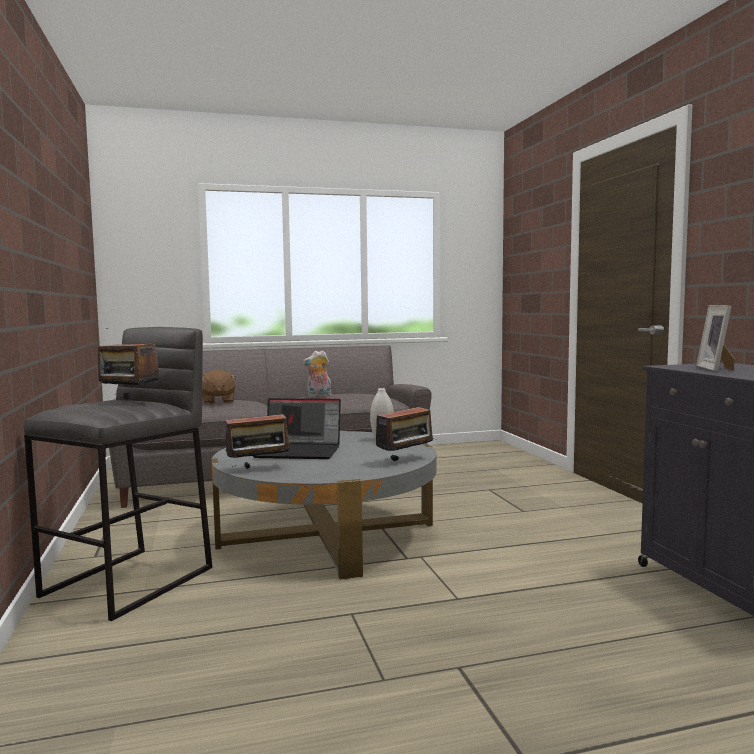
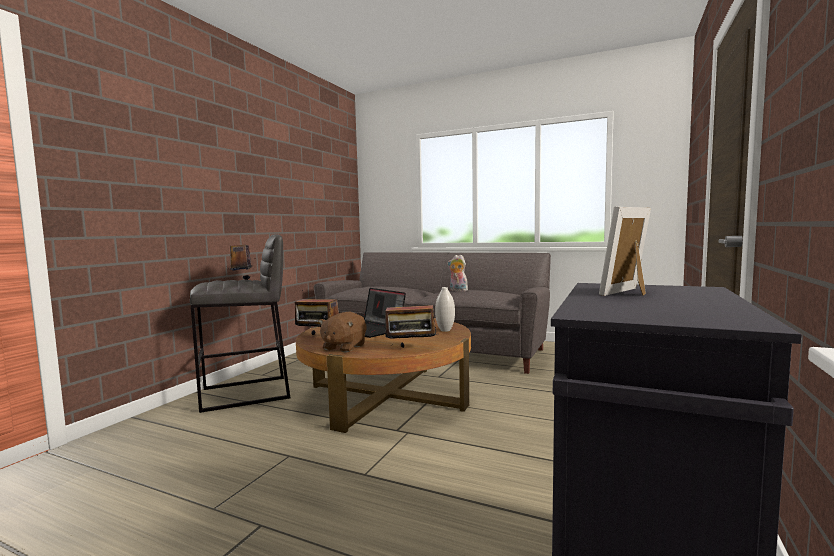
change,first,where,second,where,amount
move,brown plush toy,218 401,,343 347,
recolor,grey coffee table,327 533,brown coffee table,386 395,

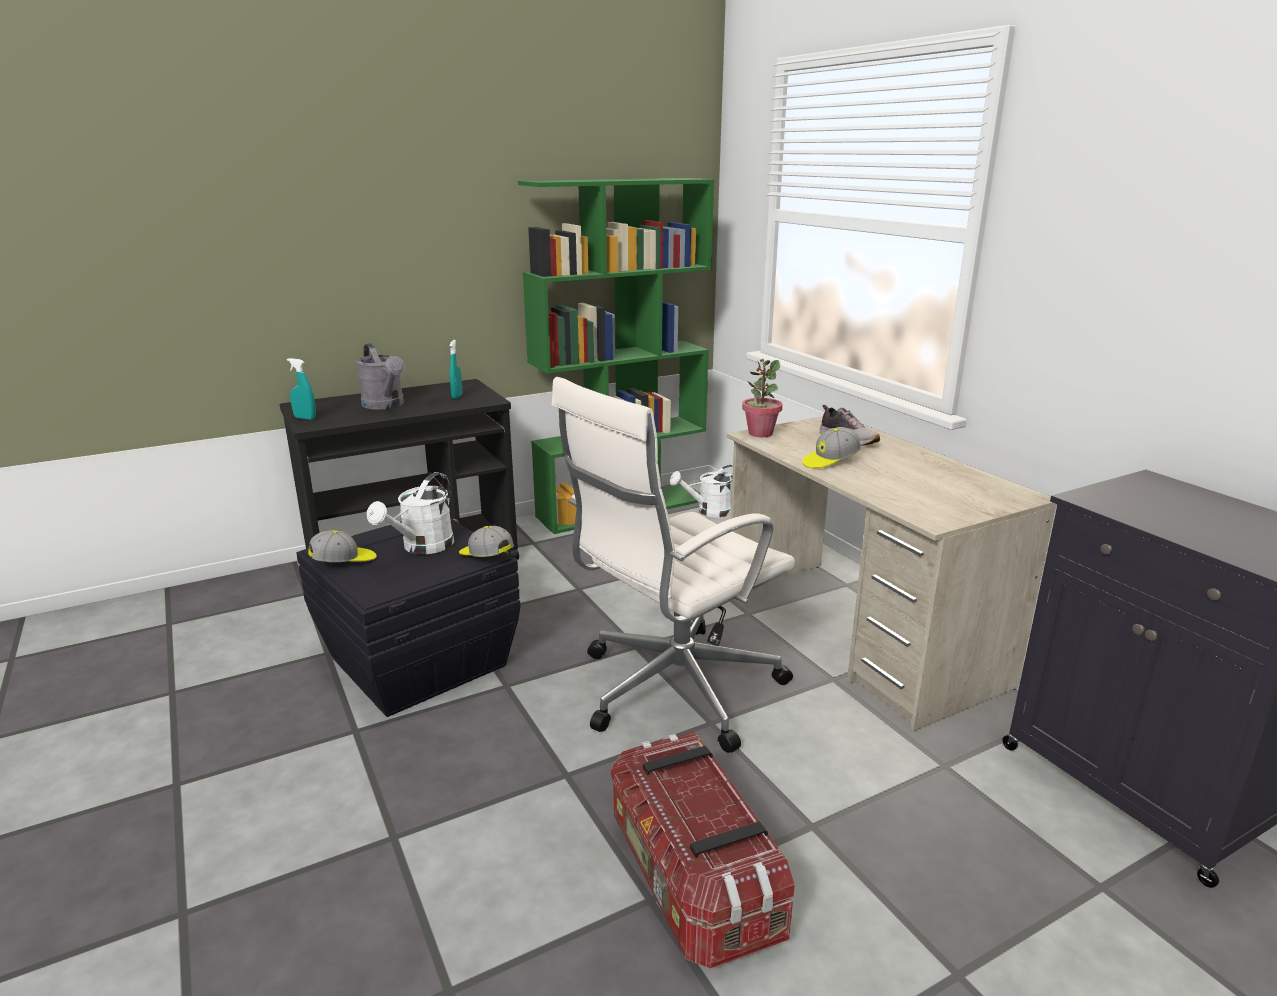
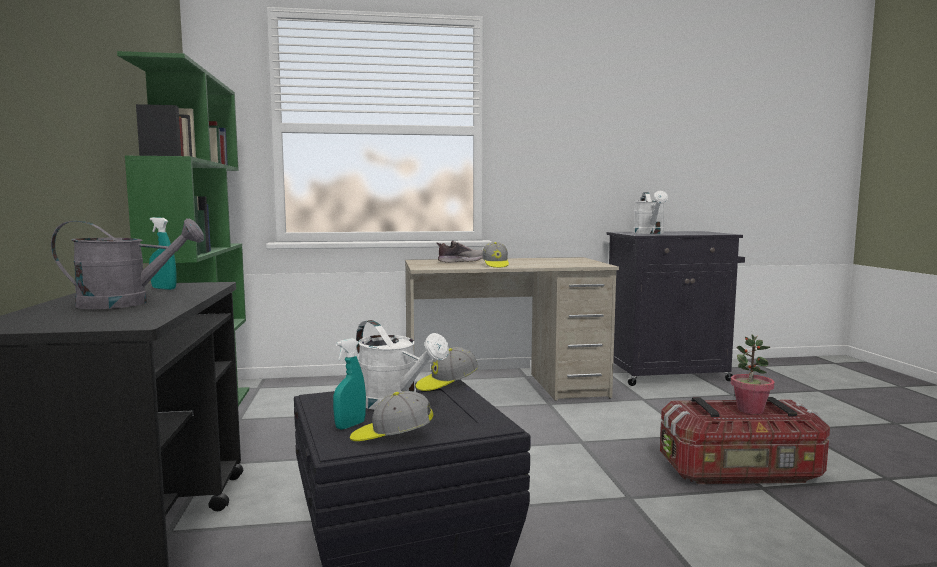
change,first,where,second,where,amount
move,turquoise spray bottle,305 418,,350 425,
rotate,cap,344 562,,391 437,75 degrees counterclockwise
delete,white office chair,673 689,,,
move,white watering can,709 511,,650 233,
move,potted plant,760 433,,750 410,

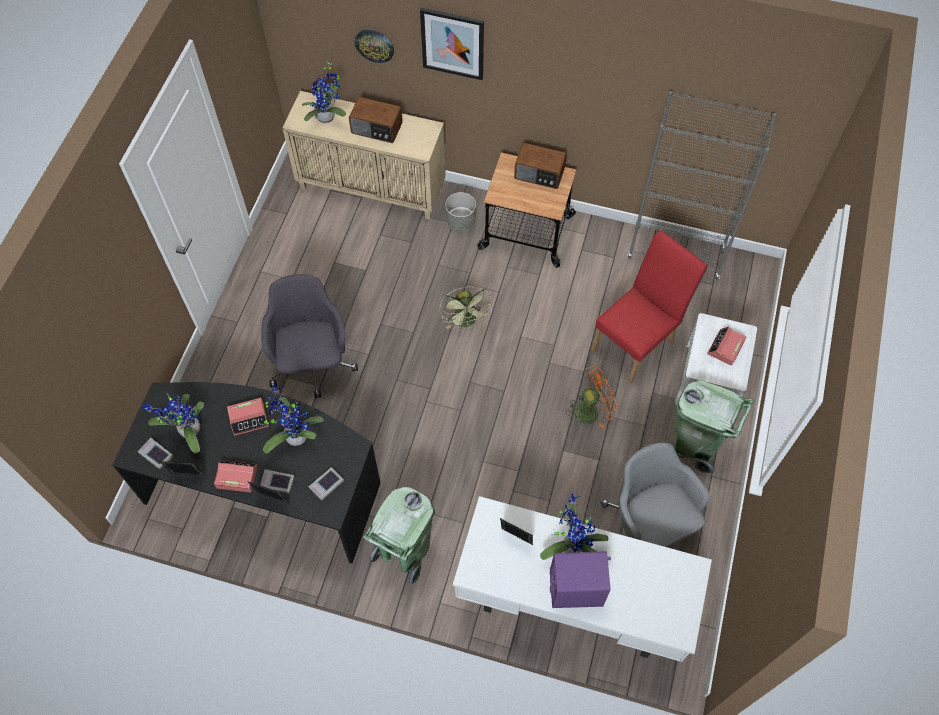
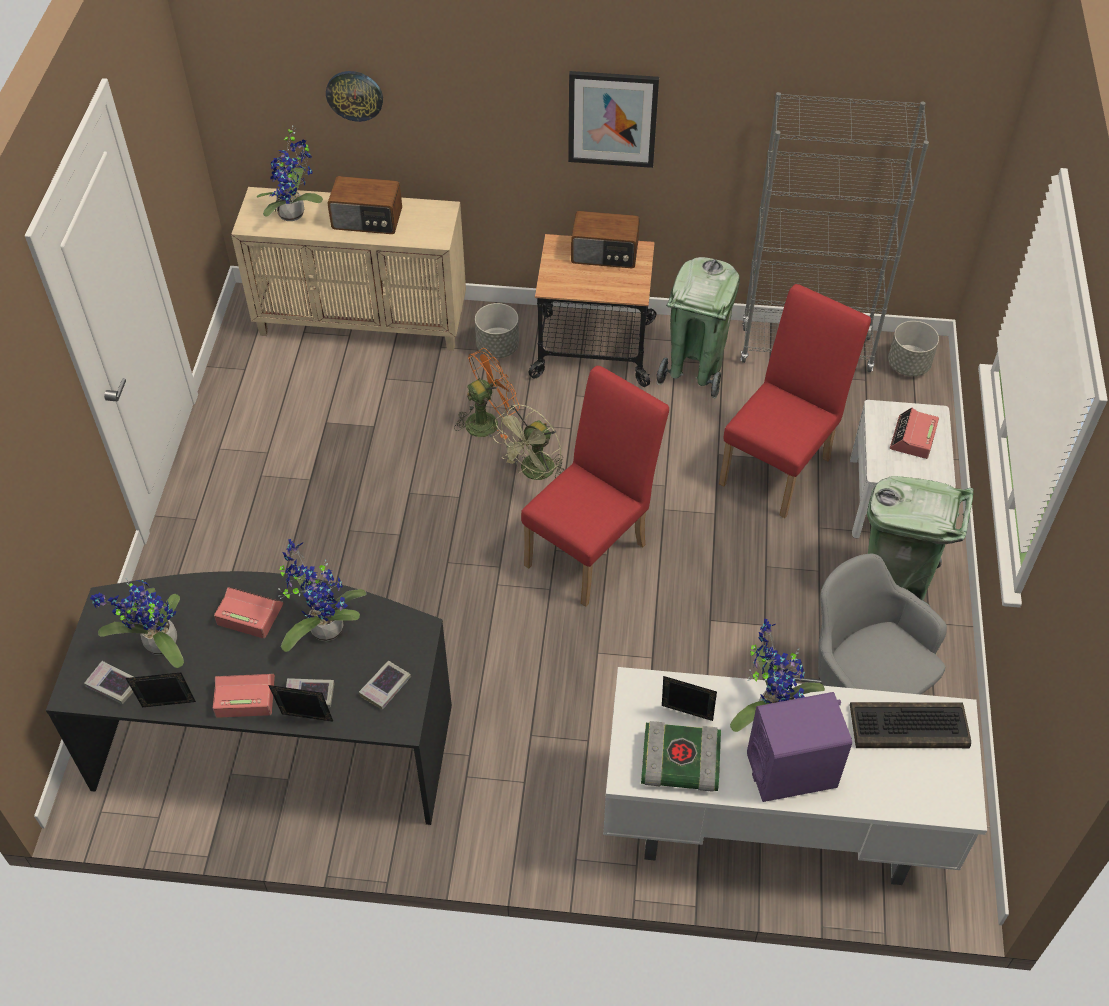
change,first,where,second,where,amount
rotate,alarm clock,249 418,,249 614,135 degrees counterclockwise
delete,grey office chair,313 364,,,
move,green trash can,404 551,,694 370,
move,picture,453 43,,612 118,
rotate,green fan,466 322,,533 473,60 degrees clockwise
move,orange fan,591 410,,488 421,
insert,,,red chair,592 549,
insert,,,book,679 764,
insert,,,keyboard,907 727,
insert,,,grey planter,908 365,

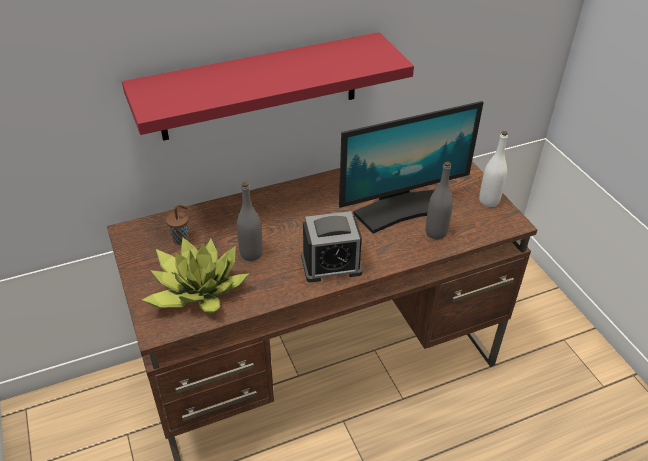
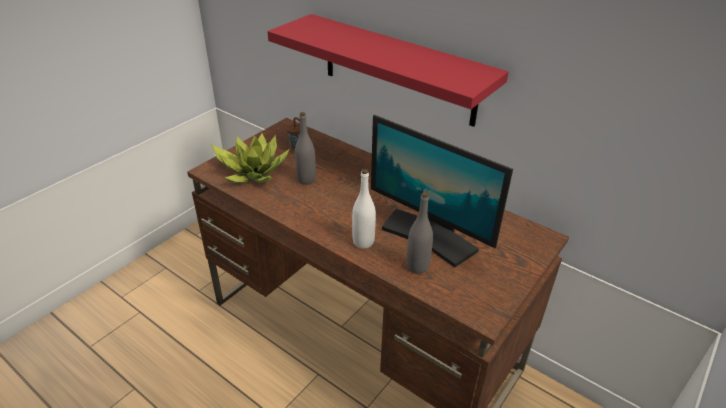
change,first,where,second,where,amount
delete,alarm clock,331 264,,,
move,white bottle,489 201,,363 242,

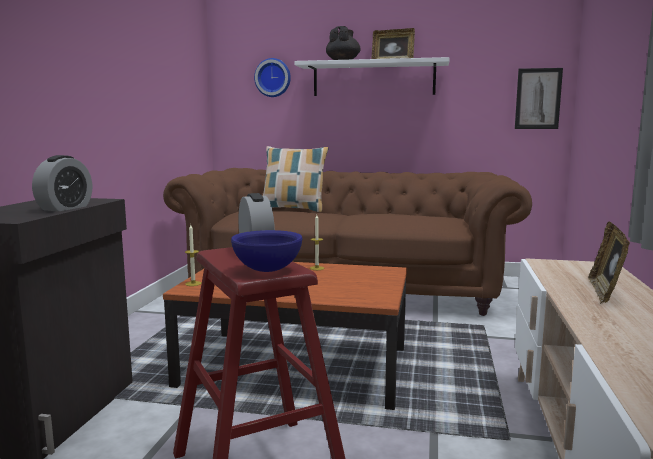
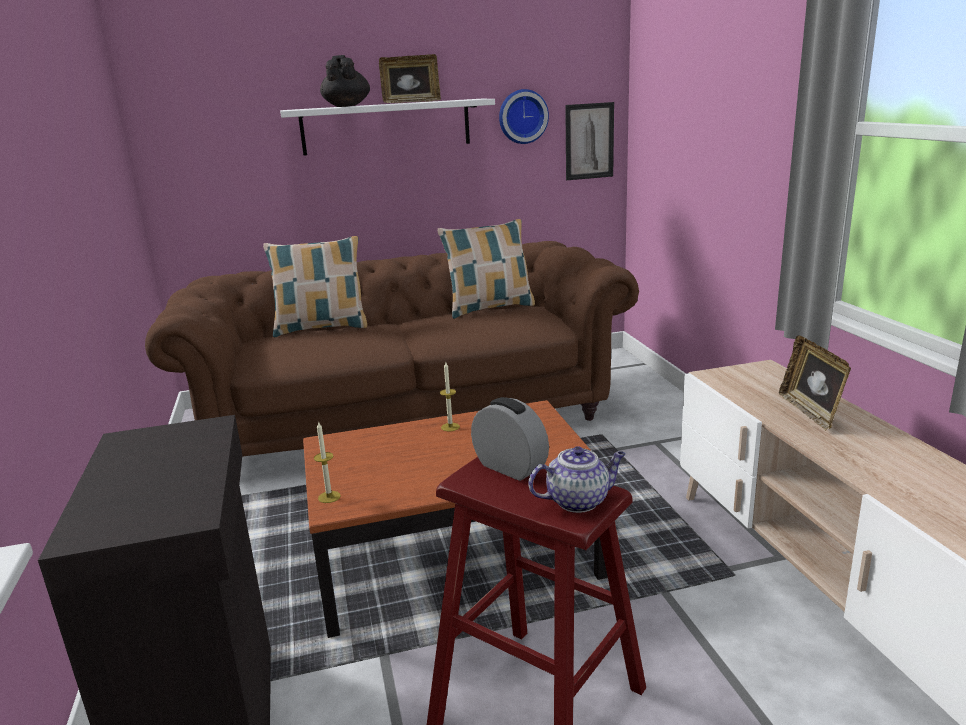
change,first,where,second,where,amount
delete,alarm clock,65 208,,,
replace,blue bowl,268 269,teapot,578 501,
move,wall clock,273 78,,522 116,
insert,,,pillow,489 308,

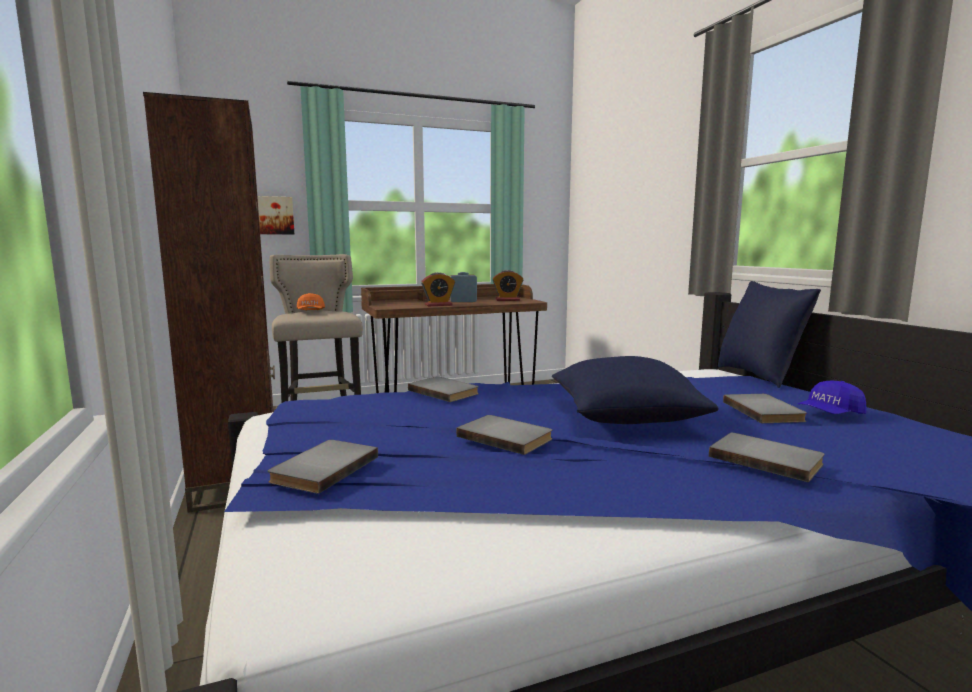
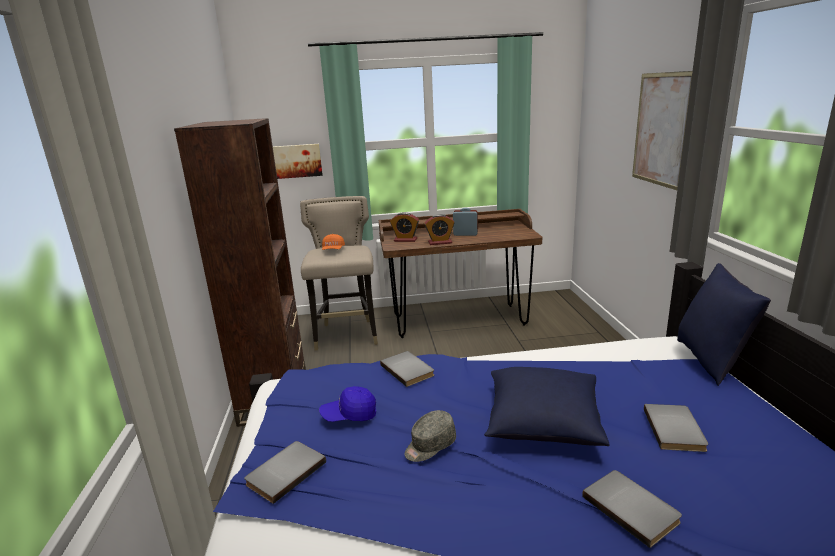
change,first,where,second,where,amount
replace,grey book,506 437,grey cap,429 446,
move,alarm clock,507 300,,405 240,
move,blue cap,830 414,,349 415,
insert,,,picture,662 129,

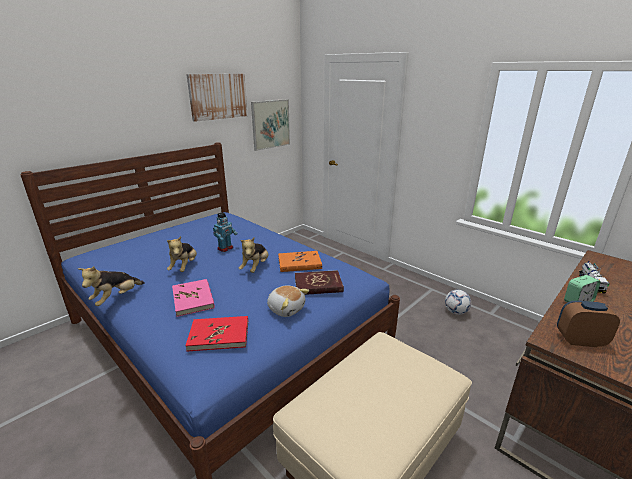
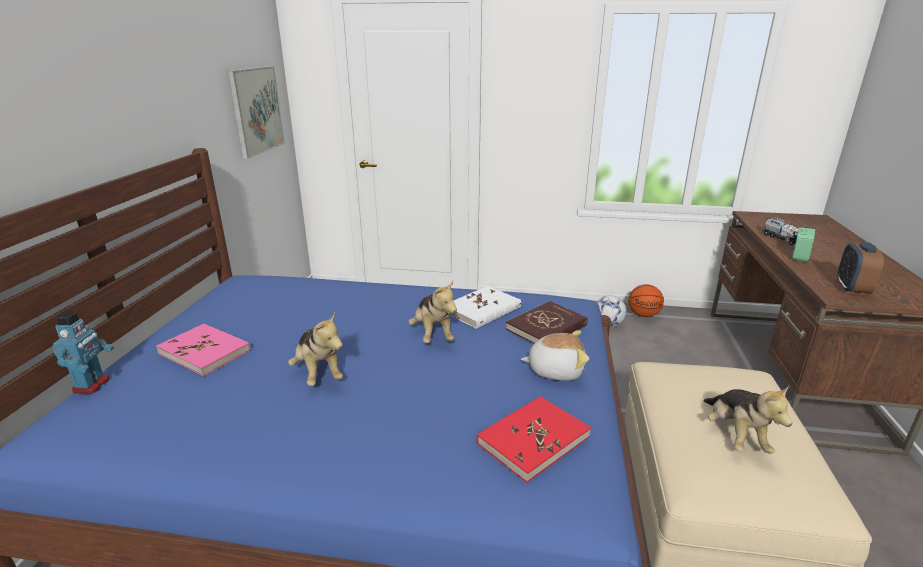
change,first,where,second,where,amount
move,plush toy,116 298,,735 436,
move,pink book,193 299,,205 352,
delete,picture,218 96,,,
move,toy robot,225 248,,92 385,
recolor,orange book,299 263,white book,482 310,
rotate,alarm clock,579 340,,852 289,45 degrees counterclockwise
insert,,,basketball,643 315,

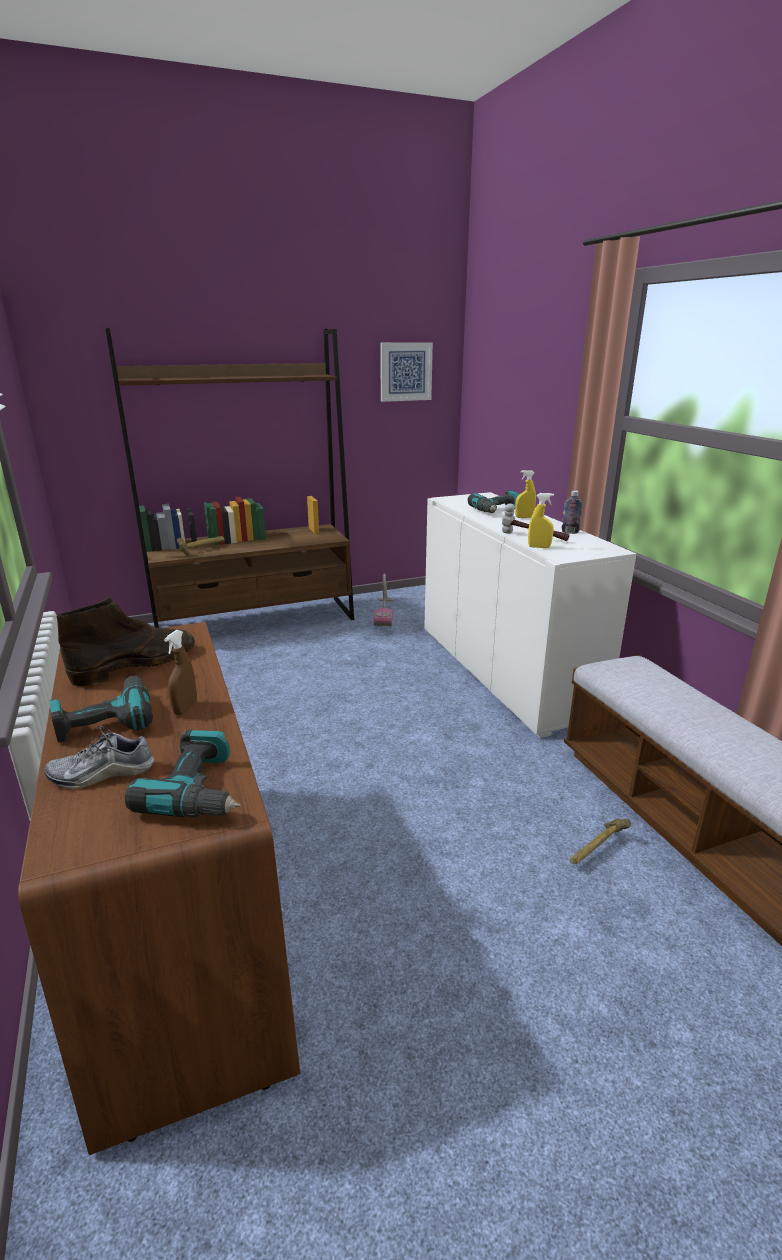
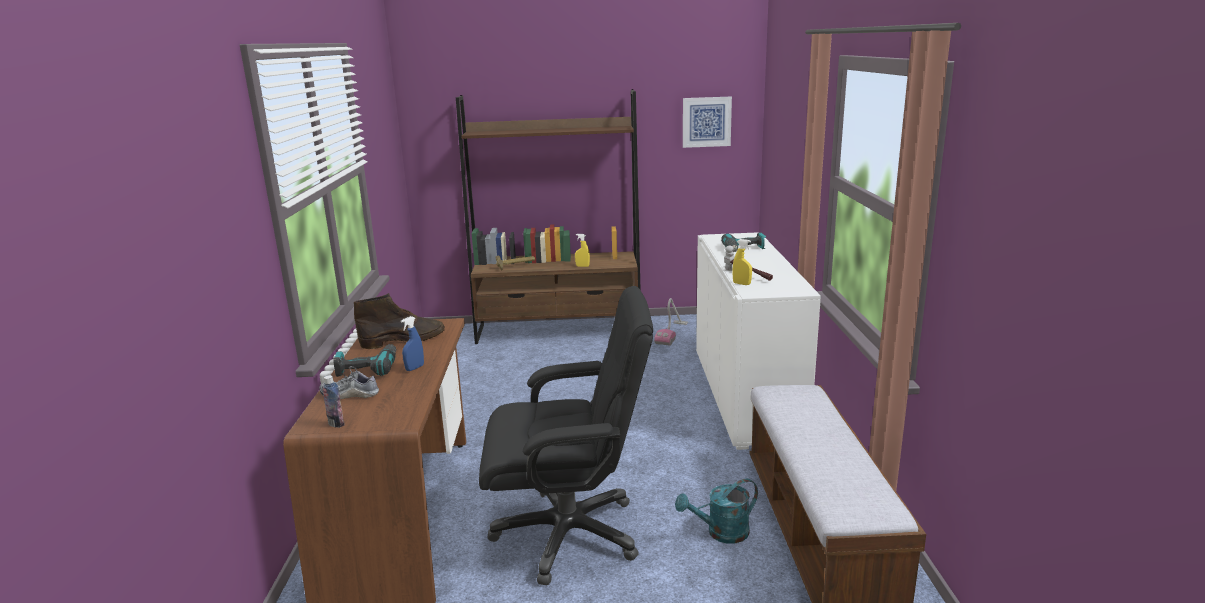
change,first,where,second,where,amount
delete,power drill,199 790,,,
recolor,brown spray bottle,185 708,blue spray bottle,414 368,
move,yellow spray bottle,524 517,,582 266,
move,bottle,570 532,,336 424,
replace,hammer,595 850,turquoise watering can,721 533,
insert,,,black office chair,570 533,

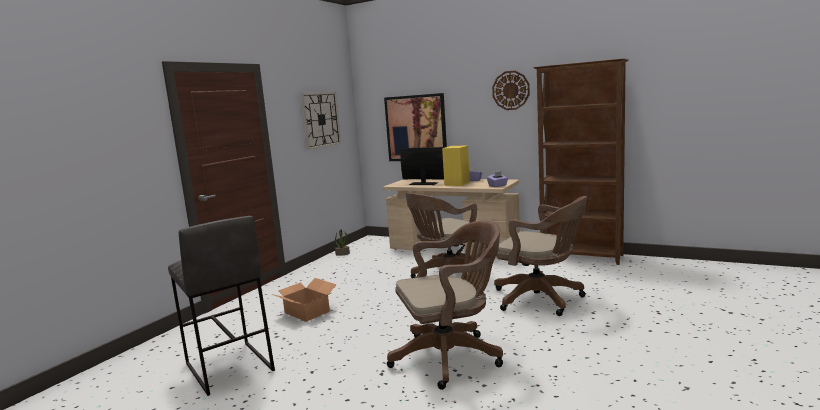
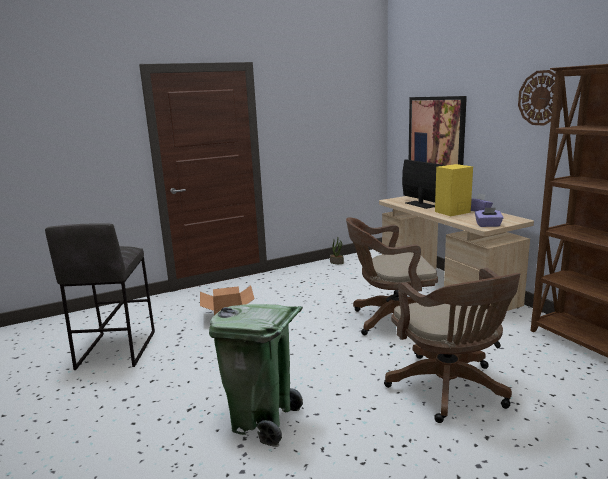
change,first,where,second,where,amount
delete,wall clock,320 119,,,
replace,brown office chair,451 357,green trash can,262 421,

